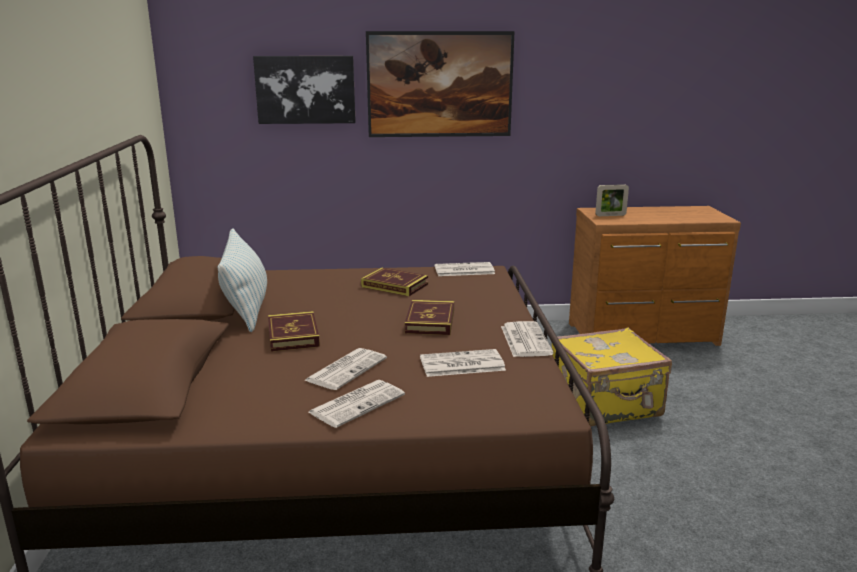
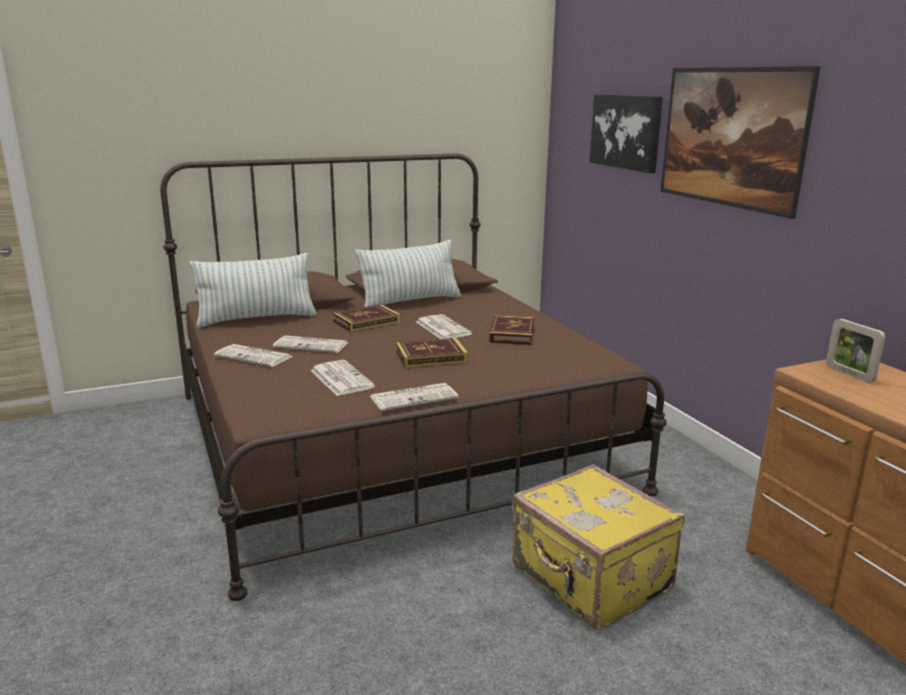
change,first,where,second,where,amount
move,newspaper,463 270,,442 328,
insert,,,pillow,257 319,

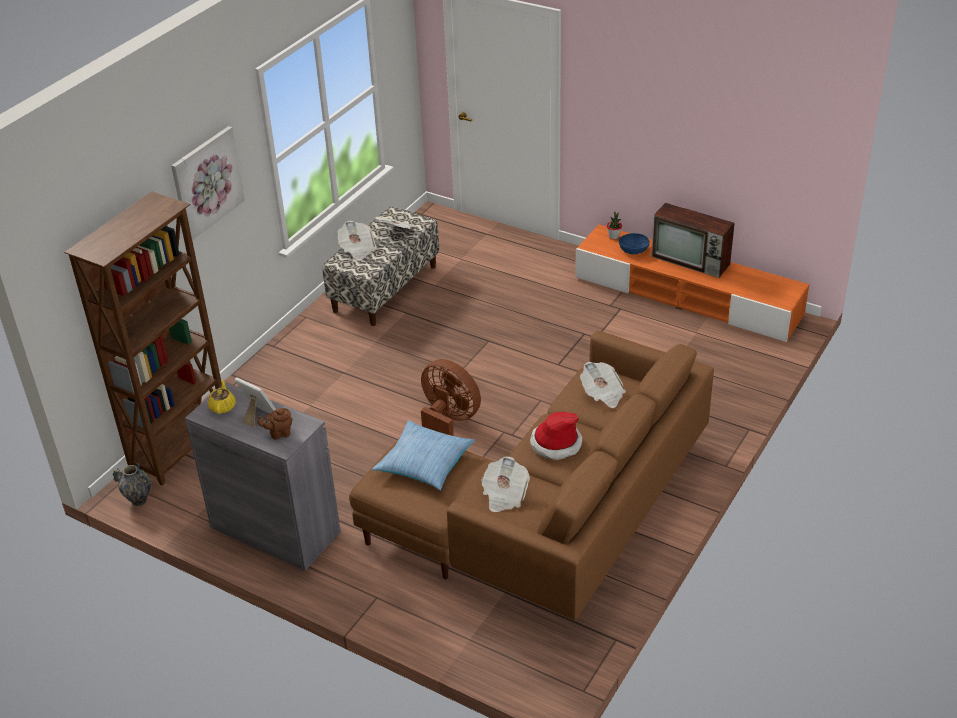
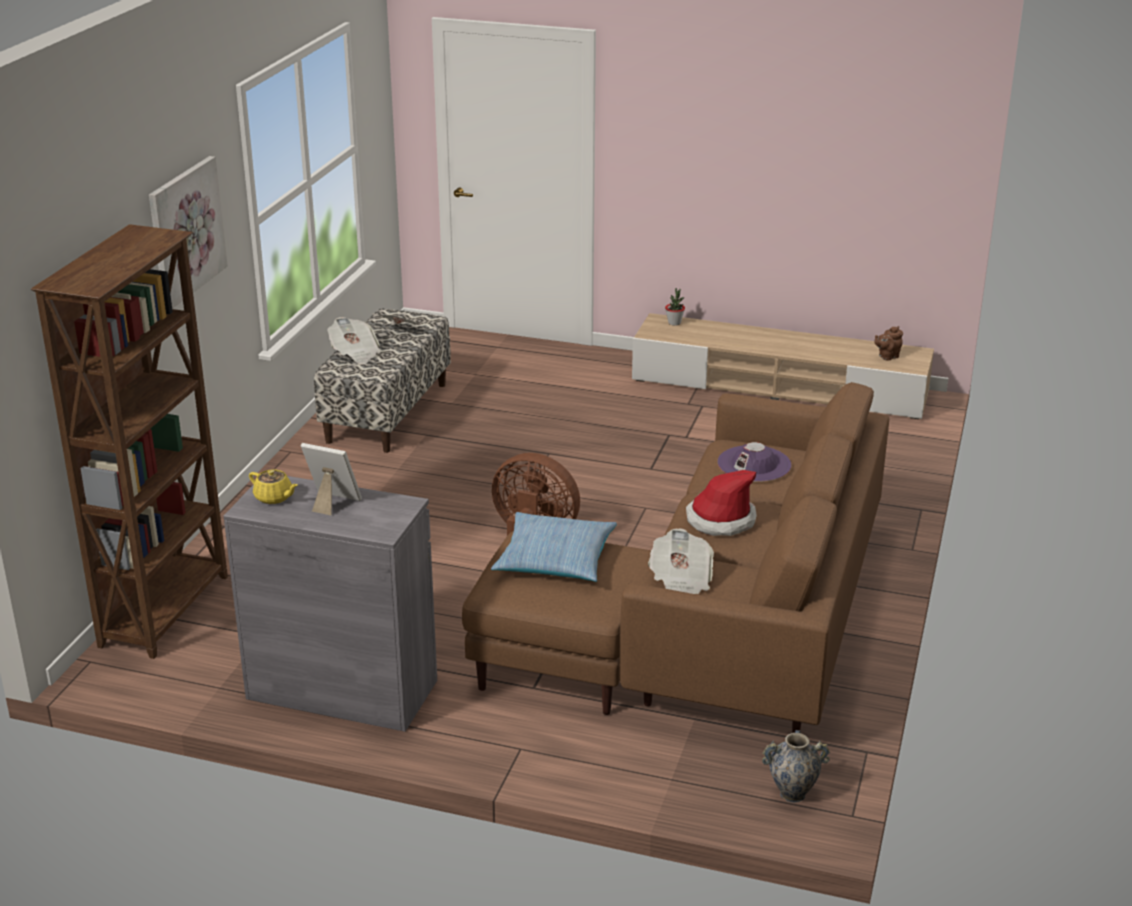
change,first,where,second,where,amount
move,vase,139 500,,792 794,
rotate,yellow teapot,223 406,,274 498,135 degrees clockwise
move,brown teapot,279 433,,887 356,
recolor,orange tv stand,687 297,beige tv stand,780 387,
replace,newspaper,602 394,purple hat,754 464,
delete,blue bowl,633 250,,,
delete,television,692 260,,,

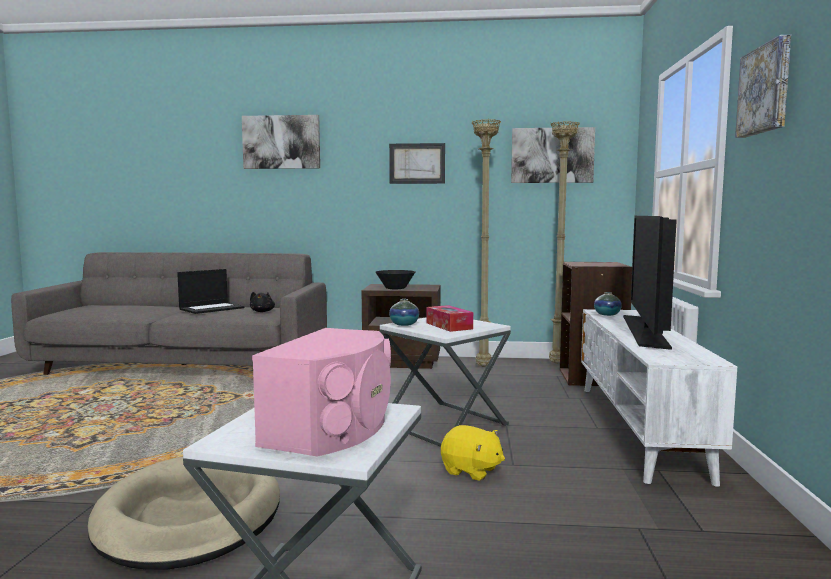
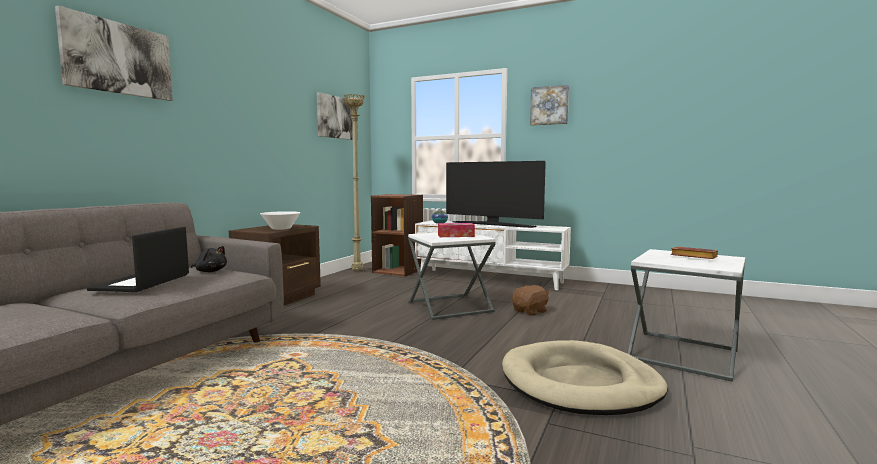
change,first,where,second,where,amount
rotate,laptop,212 308,,142 282,150 degrees counterclockwise
replace,pink speaker,333 427,brown book,692 257,
recolor,black bowl,395 288,white bowl,281 229,
delete,picture,417 163,,,
delete,vase,404 324,,,
recolor,yellow plush toy,471 471,brown plush toy,530 311,
delete,beige floor lamp,482 366,,,

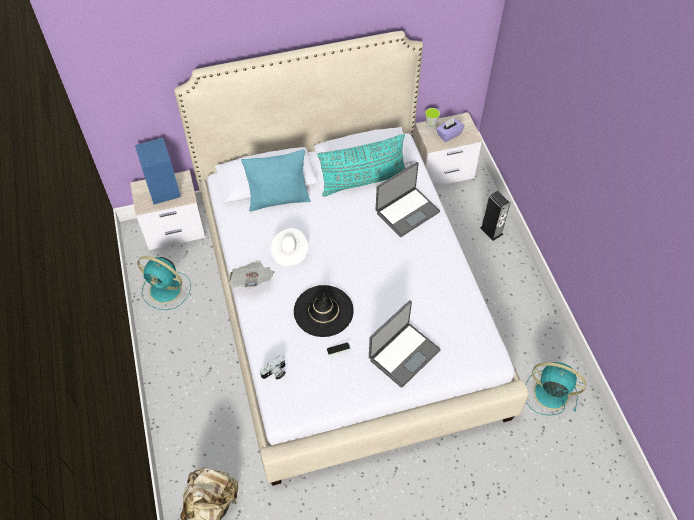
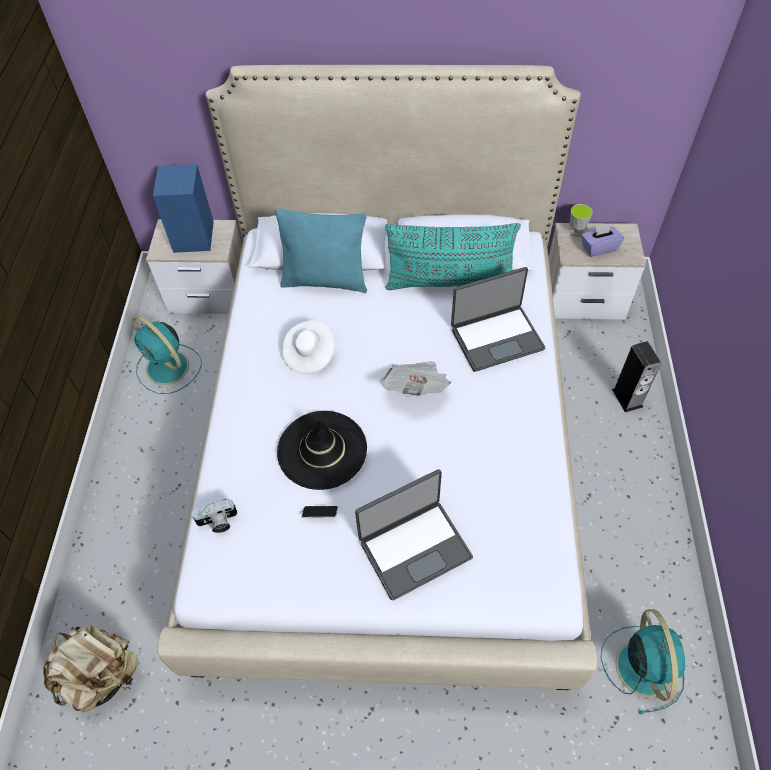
change,first,where,second,where,amount
move,newspaper,252 281,,416 388,
rotate,turquoise fan,549 393,,642 665,45 degrees clockwise

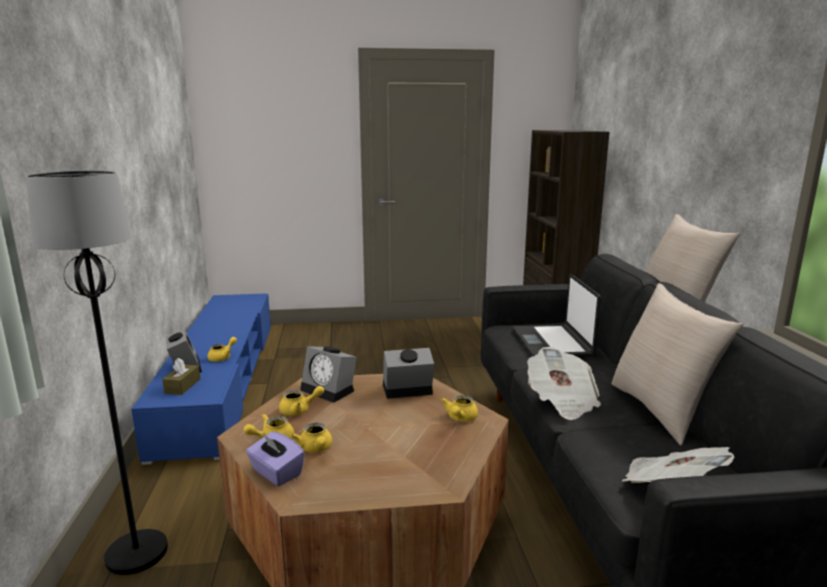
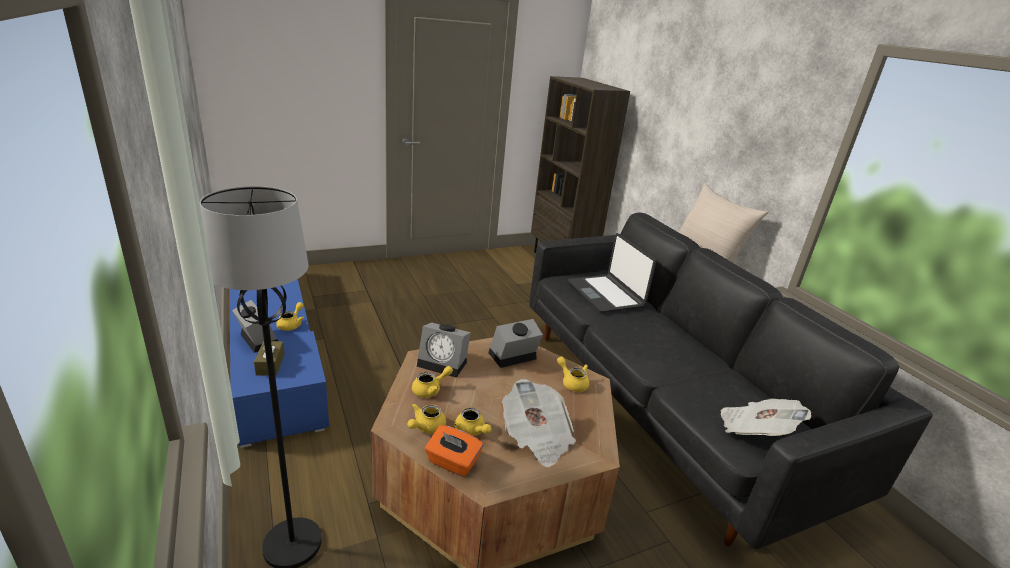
change,first,where,second,where,amount
recolor,purple tissue box,276 473,orange tissue box,452 463,
rotate,yellow teapot,460 418,,572 382,135 degrees clockwise
move,newspaper,561 401,,536 438,
delete,beige pillow,661 410,,,

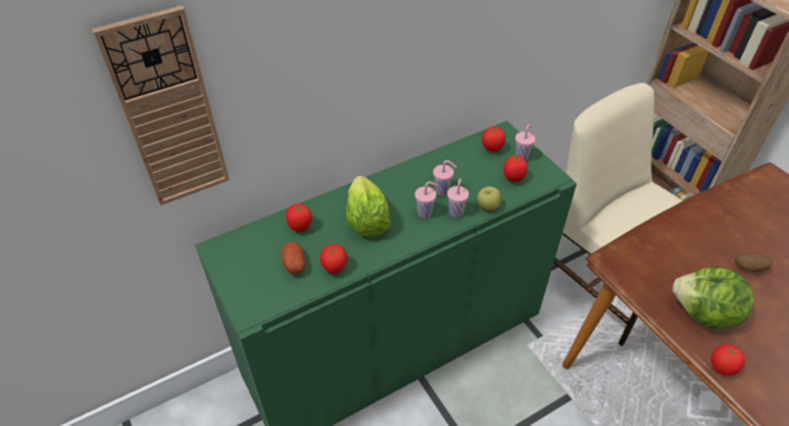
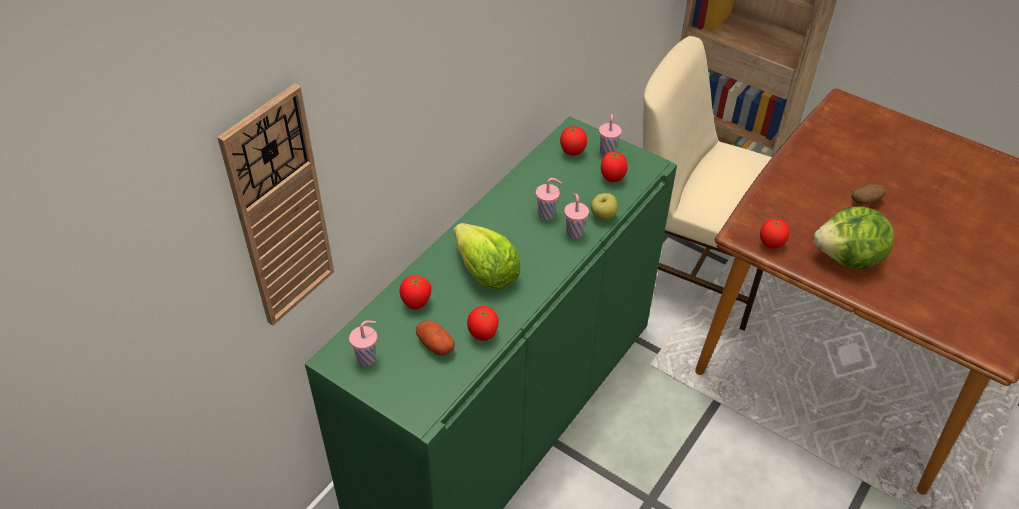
change,first,where,second,where,amount
move,pink cup,425 213,,367 358,
move,tomato,721 368,,770 244,

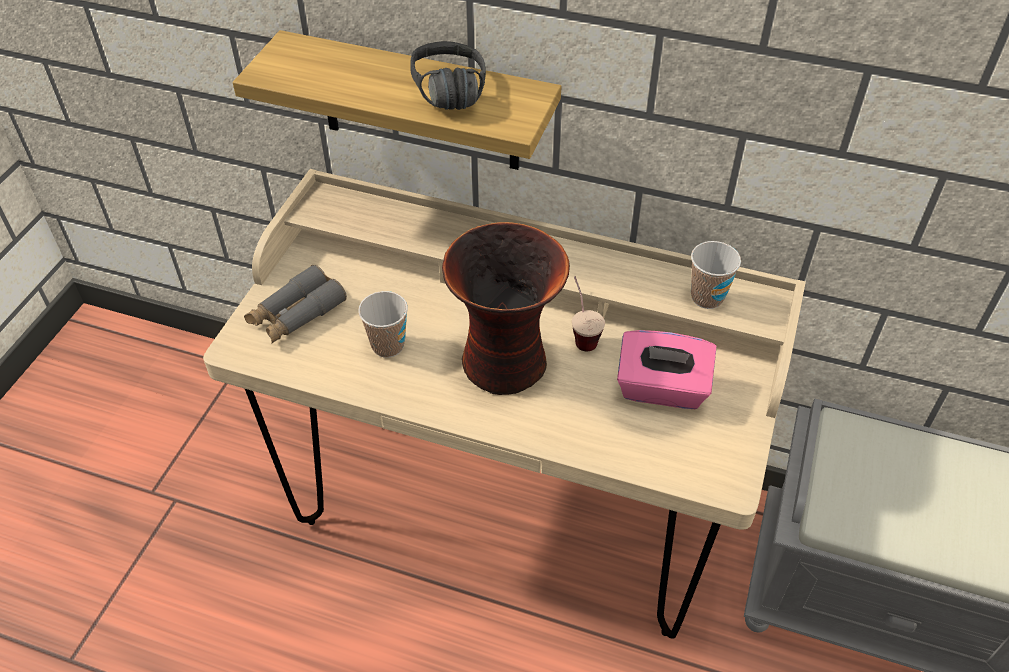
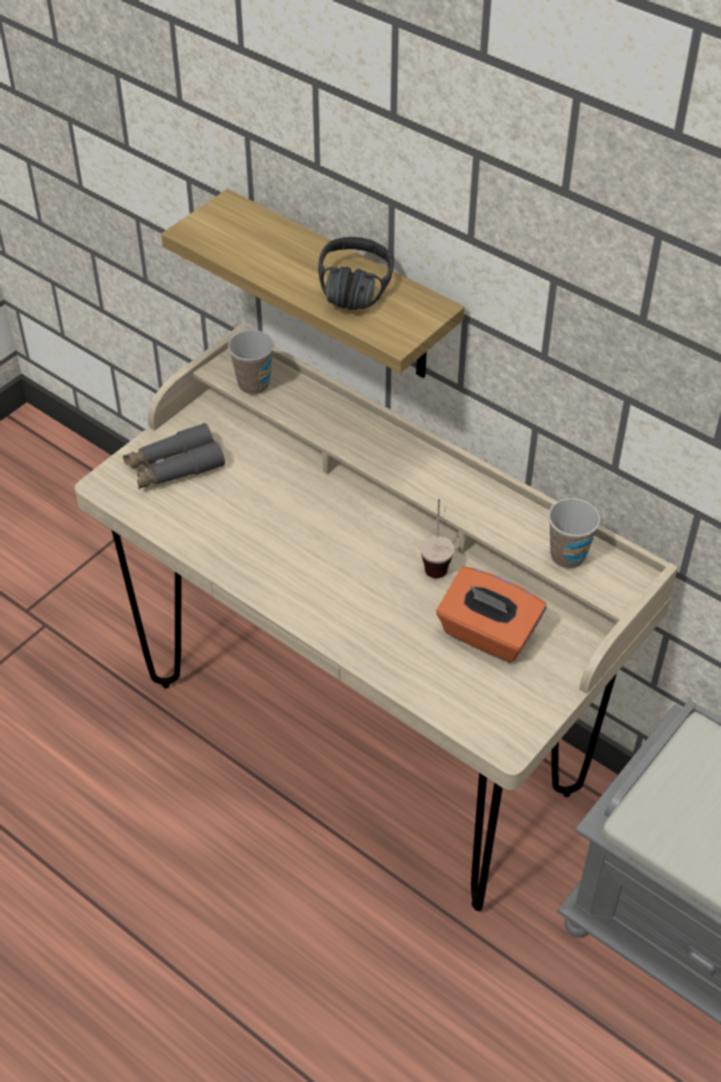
change,first,where,second,where,amount
move,cup,388 346,,253 384,
delete,vase,507 363,,,
recolor,pink tissue box,661 389,orange tissue box,487 634,

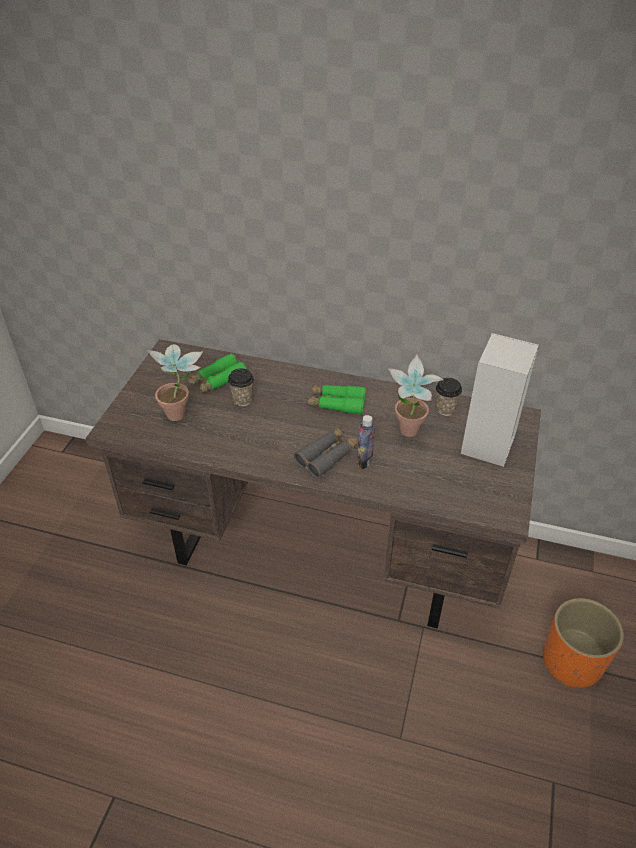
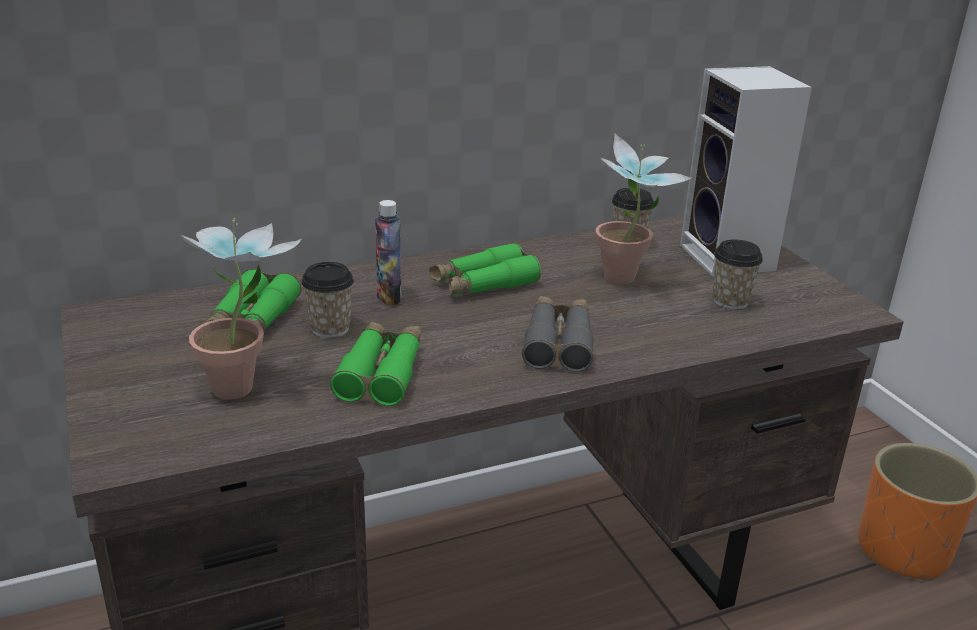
change,first,where,second,where,amount
move,bottle,364 461,,389 296,
insert,,,green binoculars,381 373,
insert,,,cup,730 301,

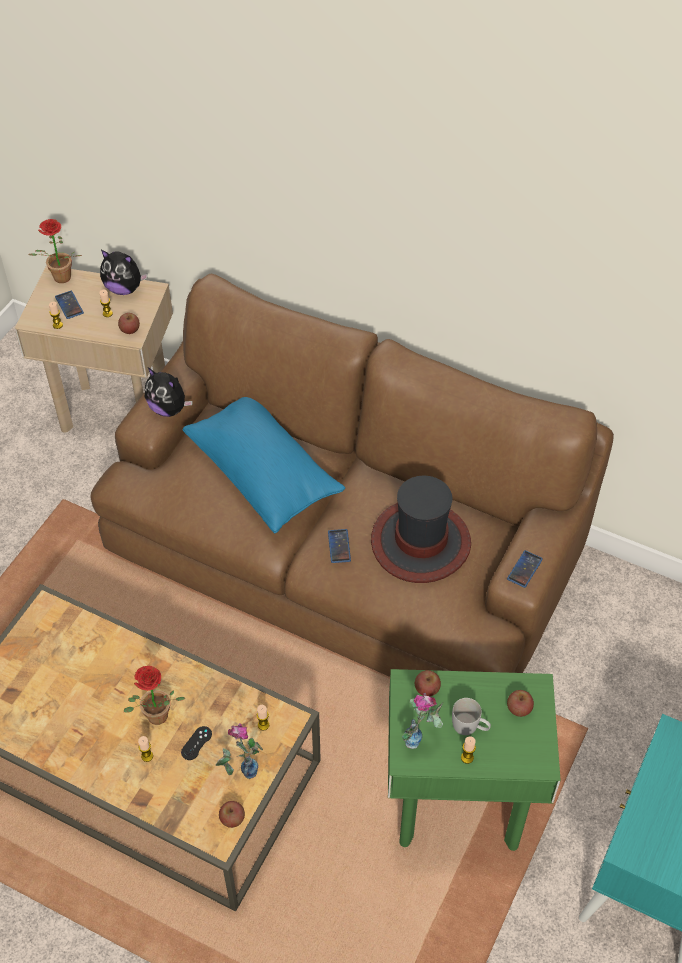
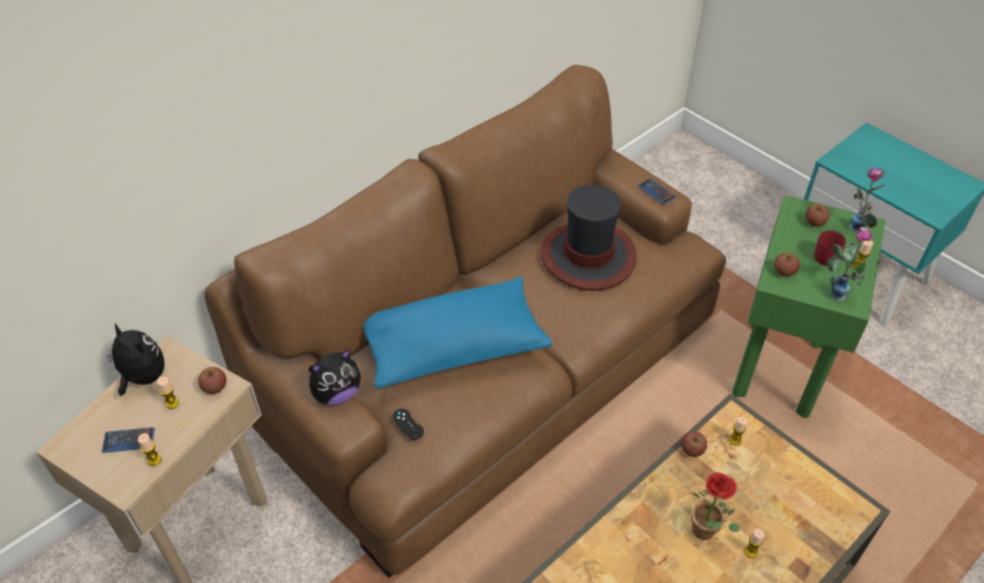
change,first,where,second,where,amount
delete,potted plant,60 279,,,
rotate,plush toy,124 288,,143 378,90 degrees counterclockwise
move,black game controller,196 743,,408 424,
move,vase,240 772,,854 234,
move,apple,232 818,,692 450,
delete,phone,339 546,,,
recolor,white mug,470 727,red mug,828 256,

